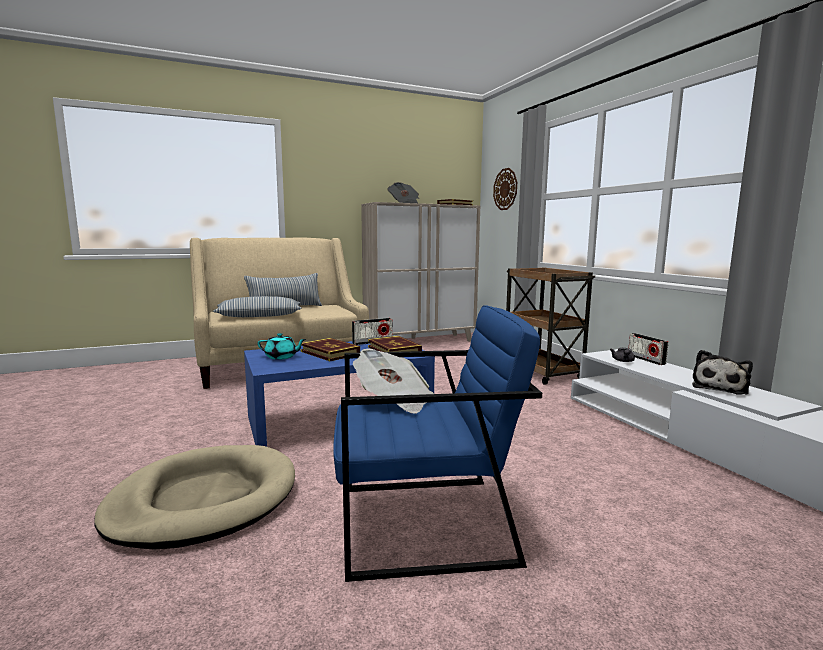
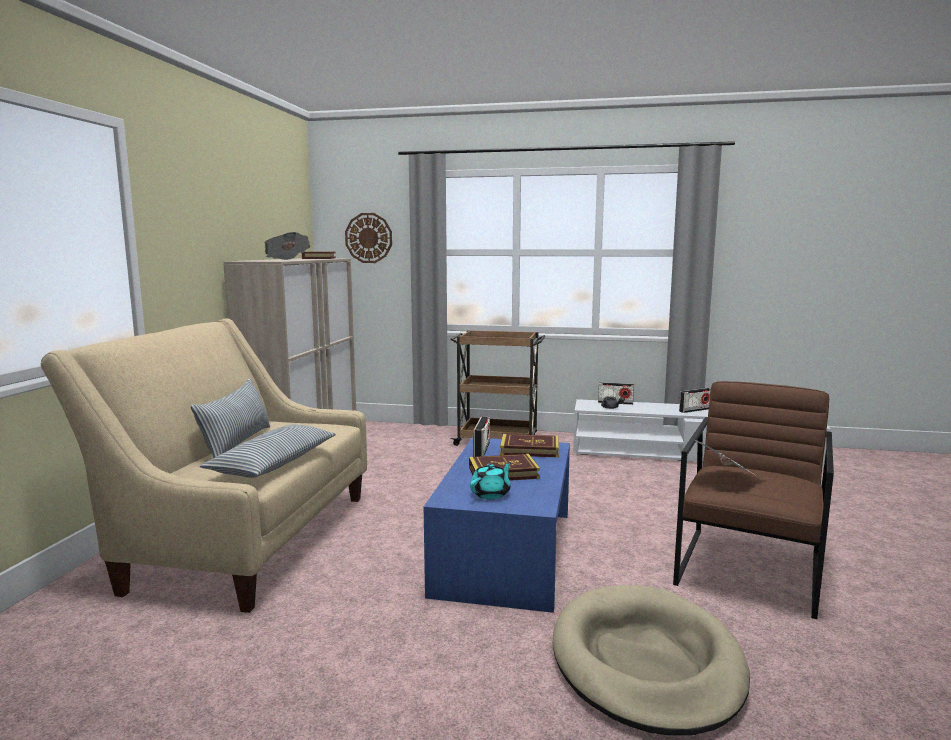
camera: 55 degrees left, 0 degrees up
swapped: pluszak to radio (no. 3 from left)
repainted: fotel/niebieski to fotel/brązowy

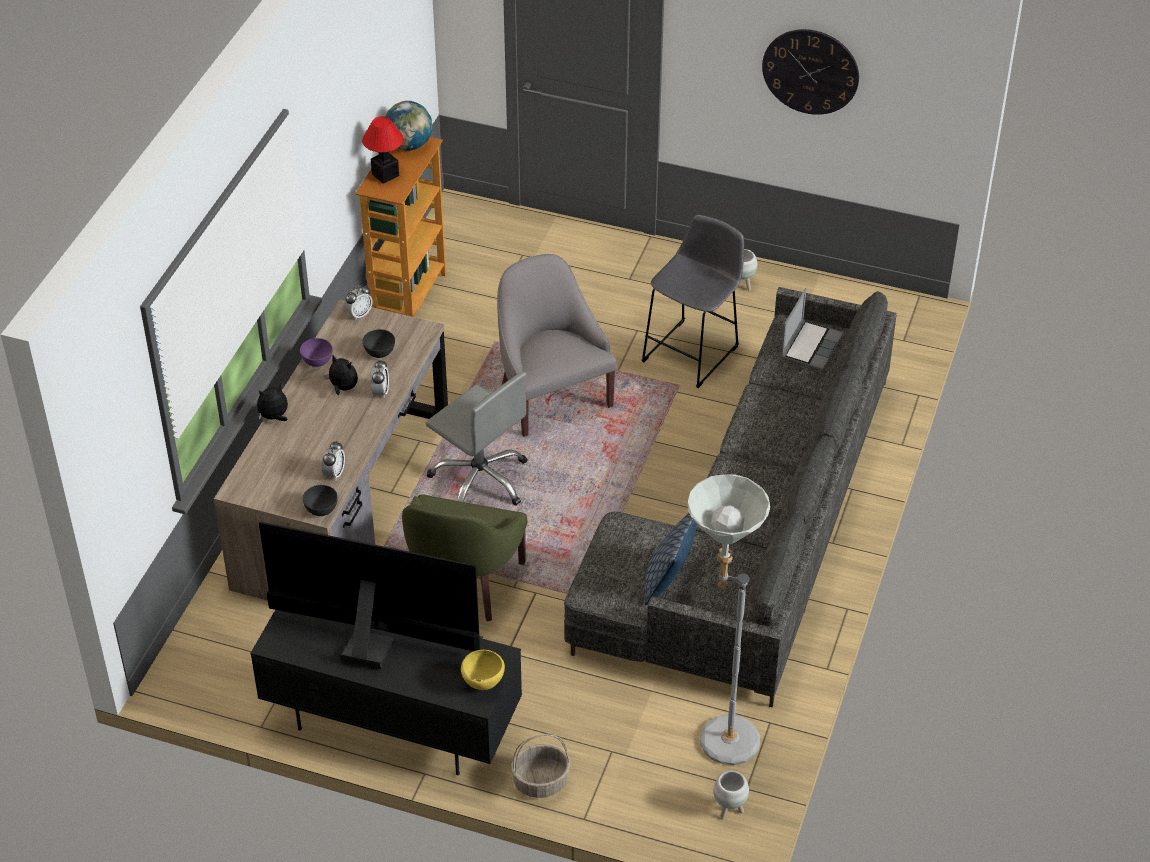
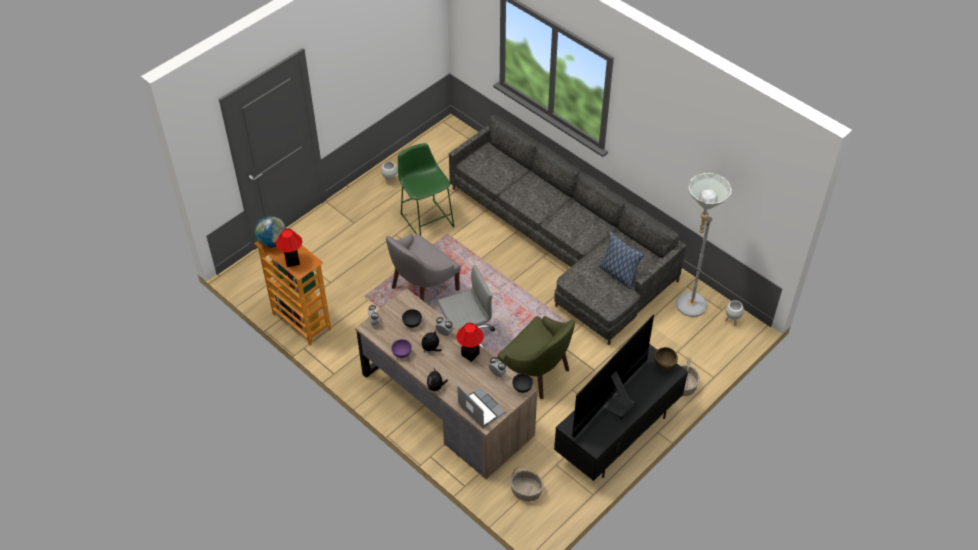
camera: 65 degrees left, 5 degrees up
gone: zegar ścienny
new: lampa stołowa (no. 2 from left); koszyk (no. 1 from left)
shifted: laptop
repainted: stołek/szary to stołek/zielony; miska/żółty to miska/brązowy
rotated: fotel/szary 45 degrees counterclockwise

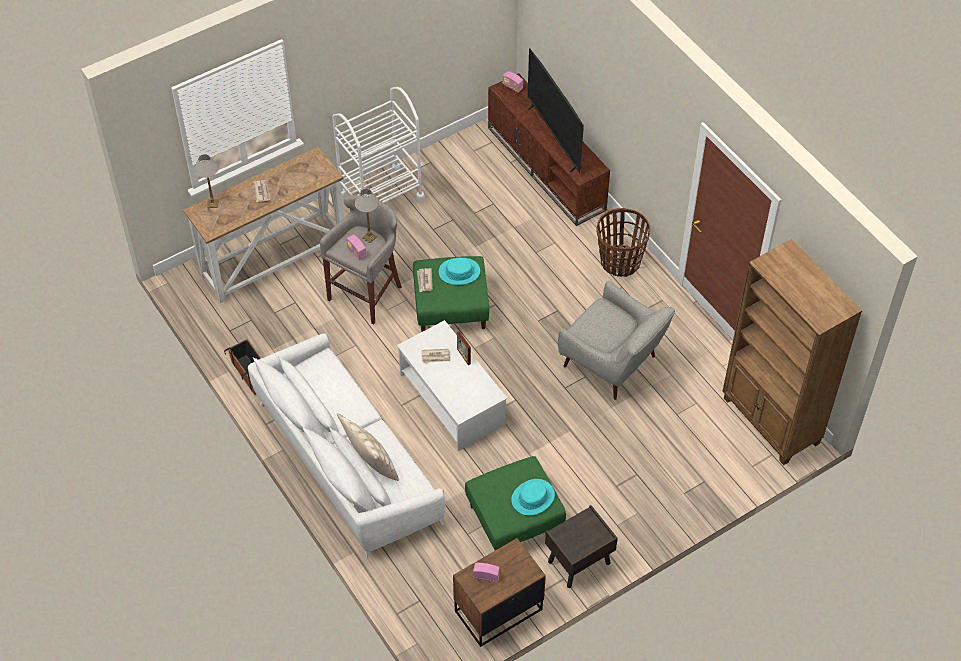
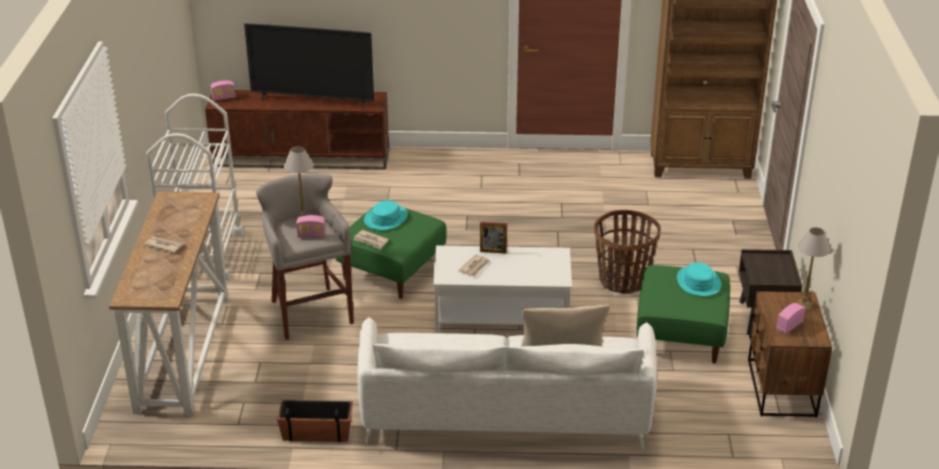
camera: 55 degrees left, 20 degrees down
gone: fotel/szary
shifted: lampa stołowa (no. 1 from left in the first image) to lampa stołowa (no. 2 from left); koszyk

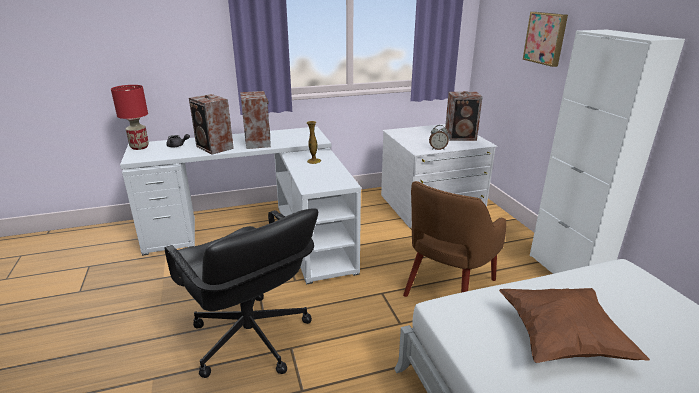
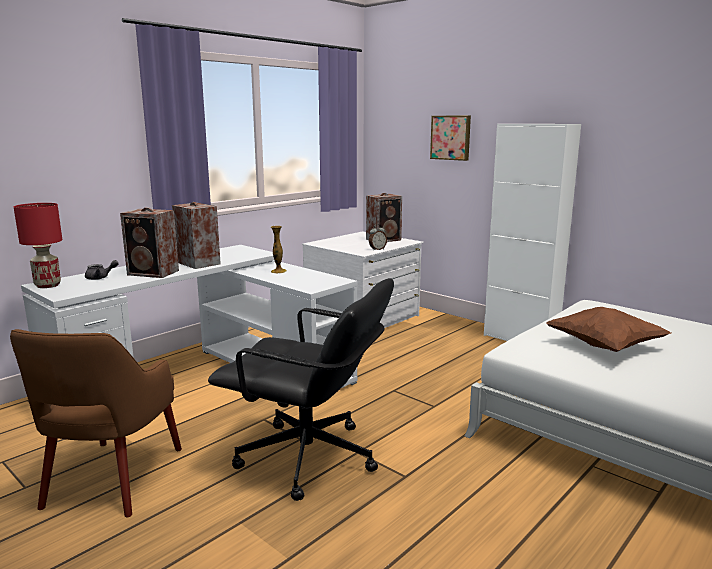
camera: 30 degrees left, 10 degrees down
shifted: fotel/brązowy

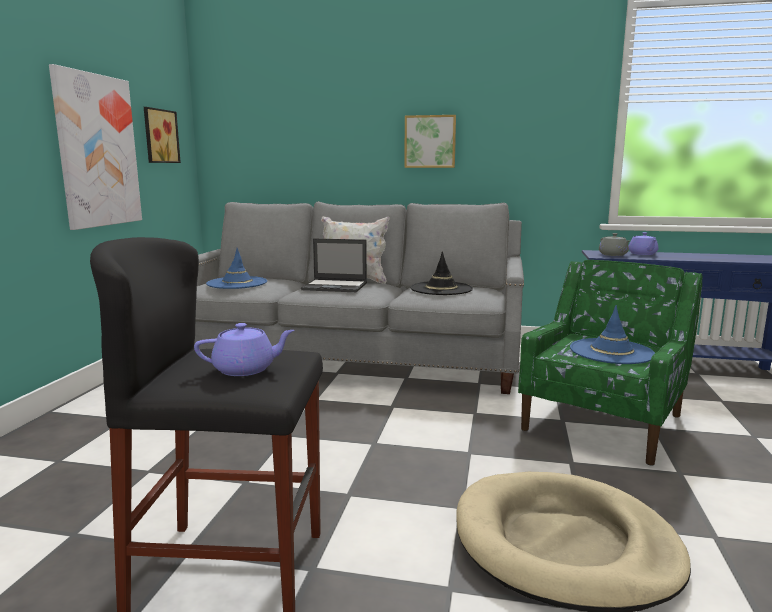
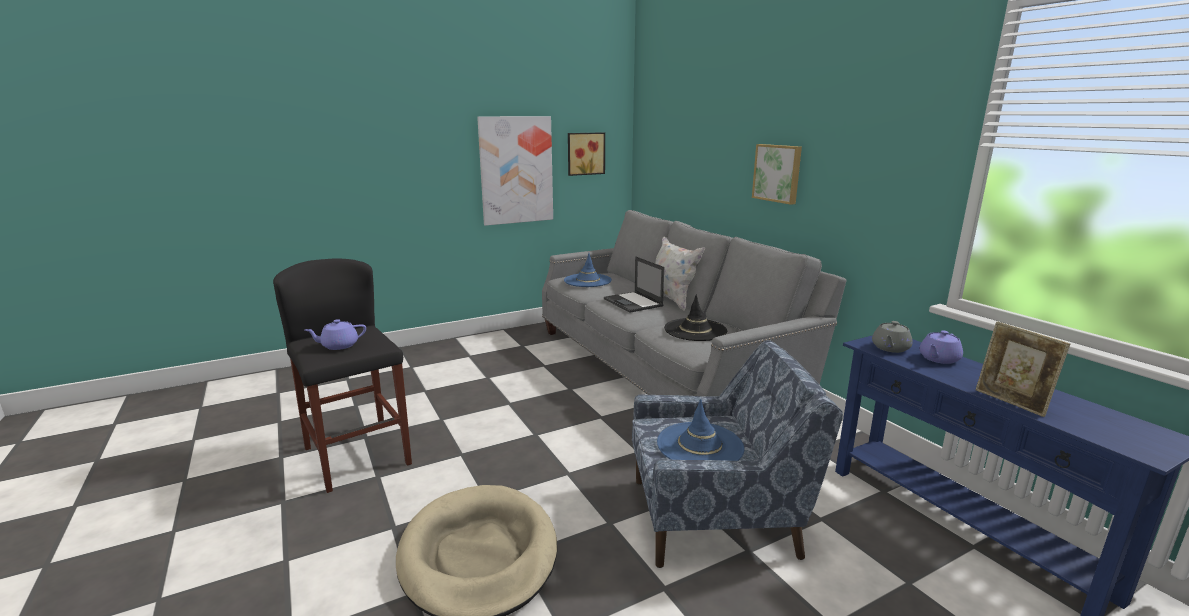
camera: 50 degrees right, 5 degrees up
new: ramka na zdjęcie
repainted: fotel/zielony to fotel/niebieski
rotated: imbryk/fioletowy (no. 1 from left) 120 degrees clockwise

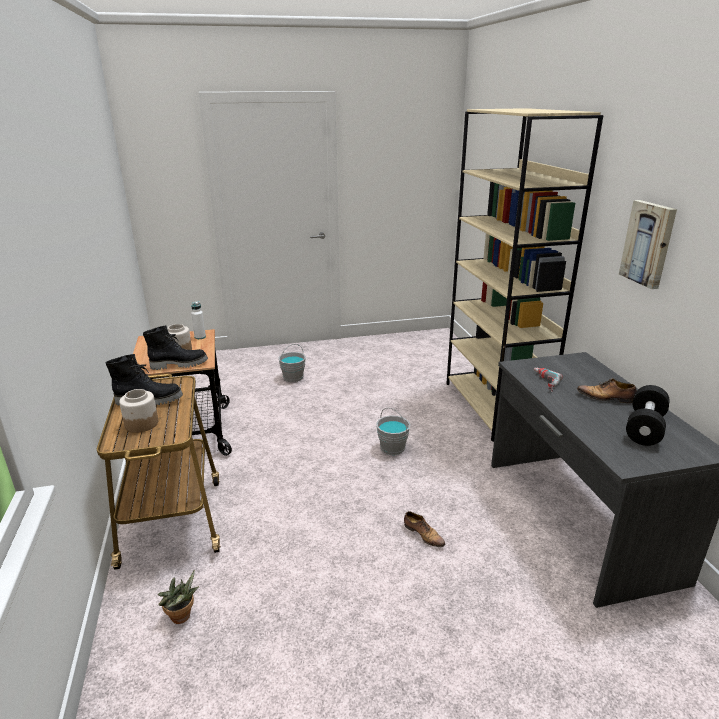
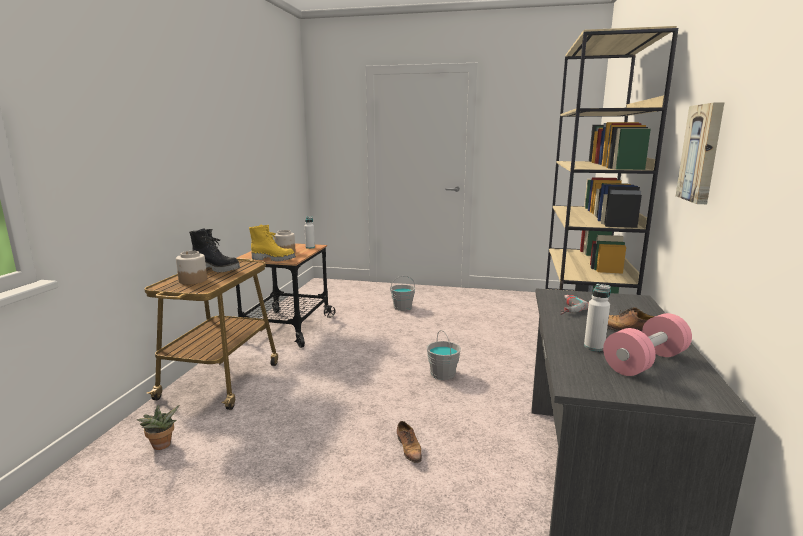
camera: 25 degrees right, 10 degrees down
new: butelka/biały (no. 2 from left)
repainted: but z cholewką/czarny (no. 2 from left) to but z cholewką/żółty; hantel/czarny to hantel/różowy

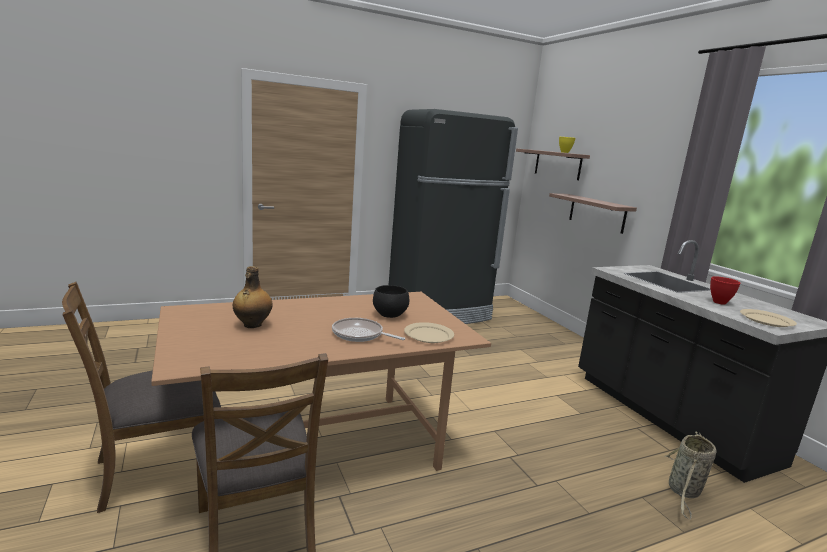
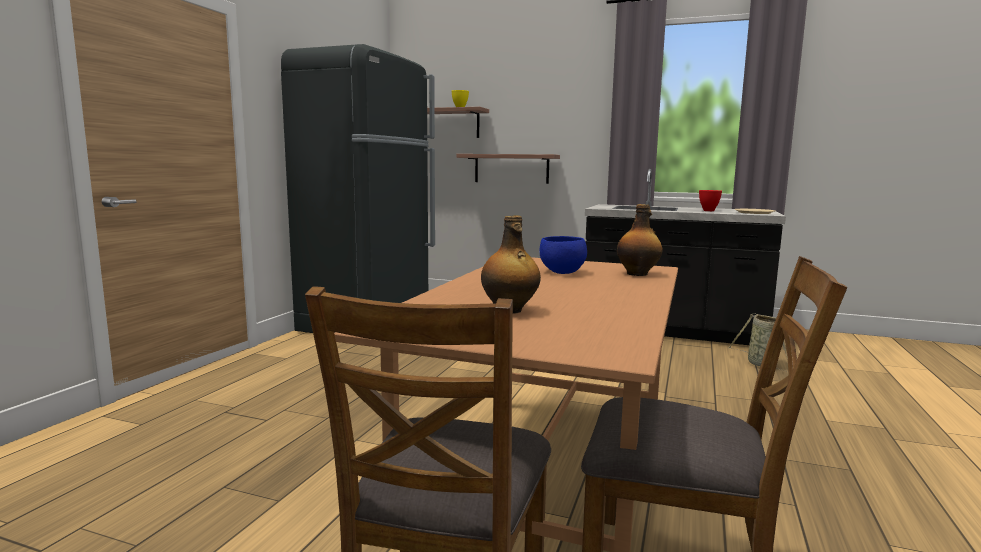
camera: 45 degrees left, 5 degrees down
gone: patelnia
swapped: talerz/beżowy (no. 1 from left) to butelka (no. 2 from left)
repainted: miska/czarny to miska/niebieski

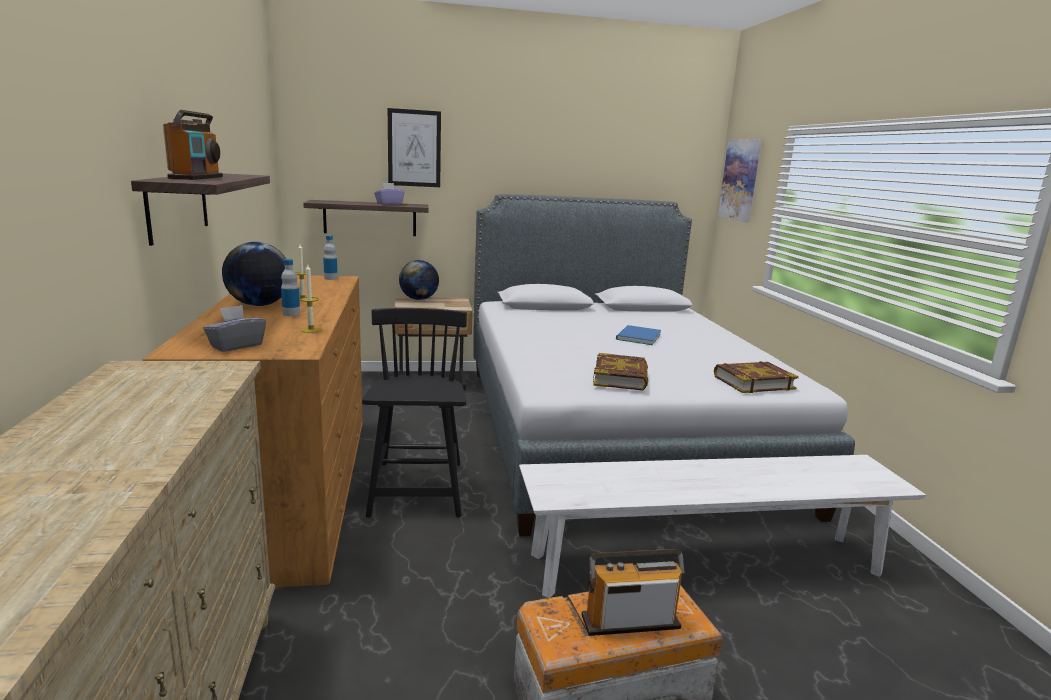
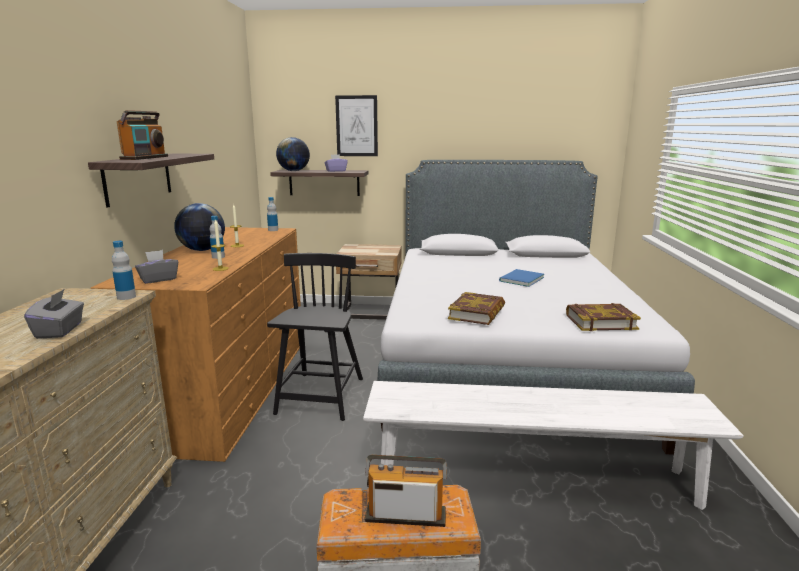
camera: 15 degrees right, 0 degrees up
gone: obraz (no. 2 from left)
new: butelka (no. 1 from left); pudełko chusteczek/szary (no. 1 from left)
shifted: globus (no. 2 from left)

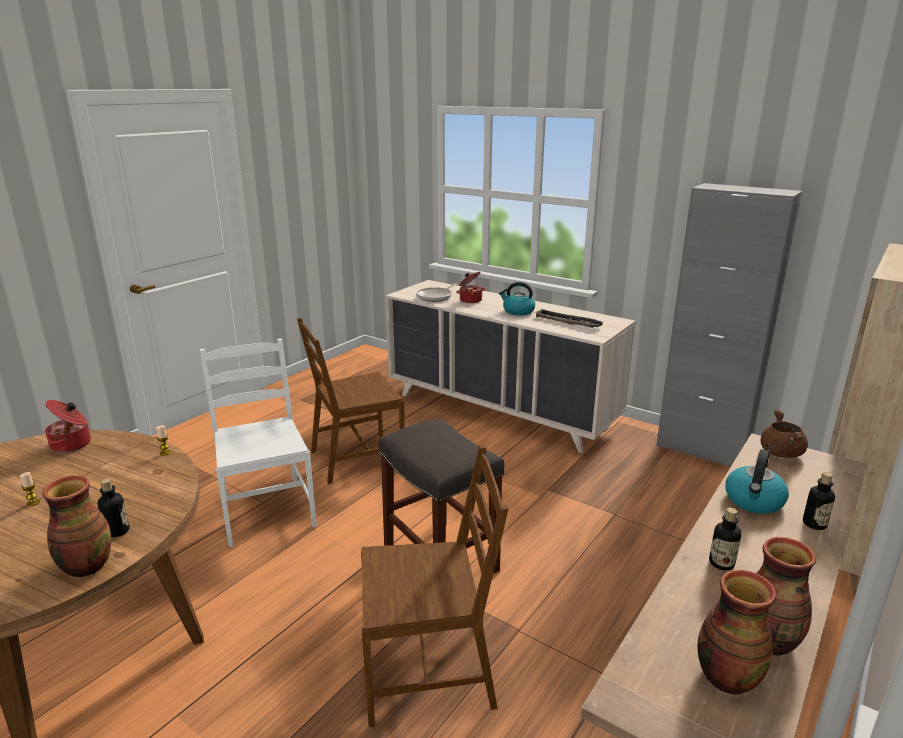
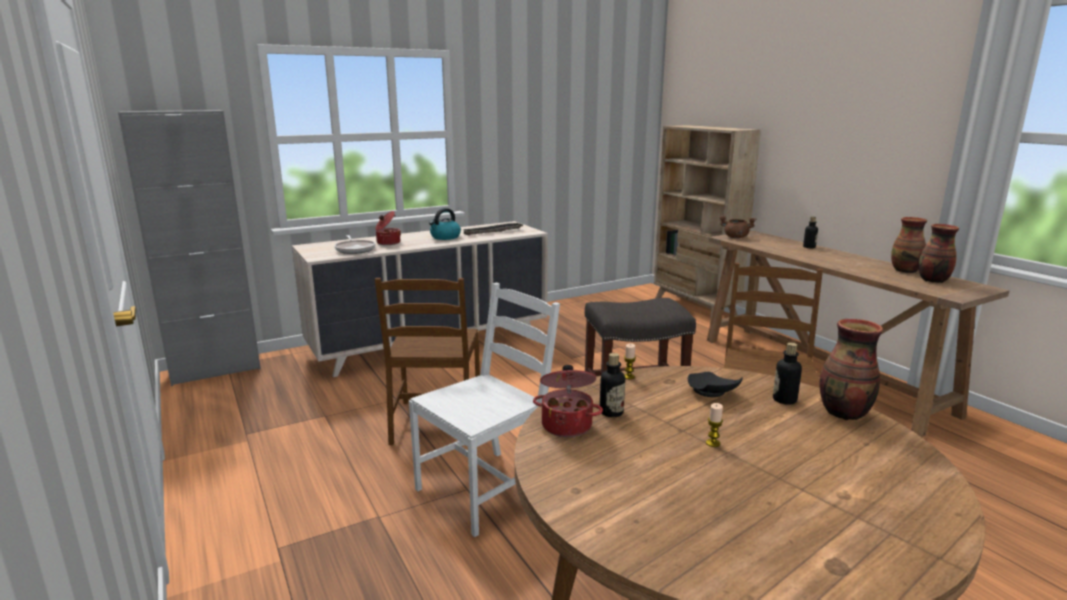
camera: 65 degrees left, 5 degrees down
gone: czajnik (no. 2 from left)
new: talerz/czarny
shifted: szafka/szary; butelka (no. 2 from left in the first image) to butelka (no. 1 from left)
rotated: krzesło/biały 135 degrees clockwise

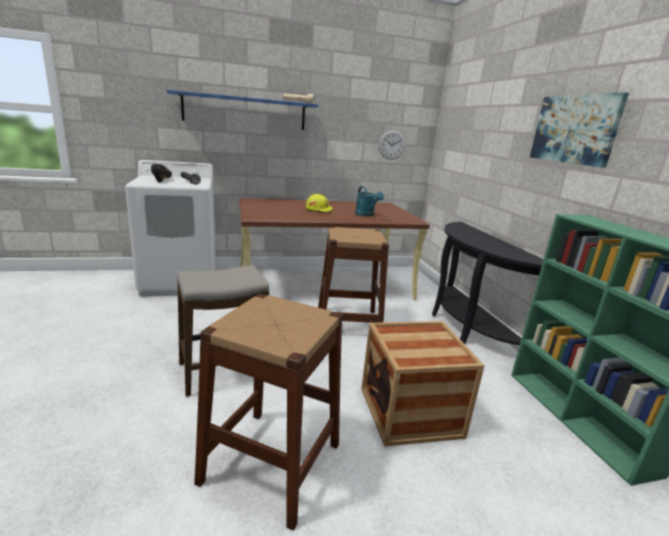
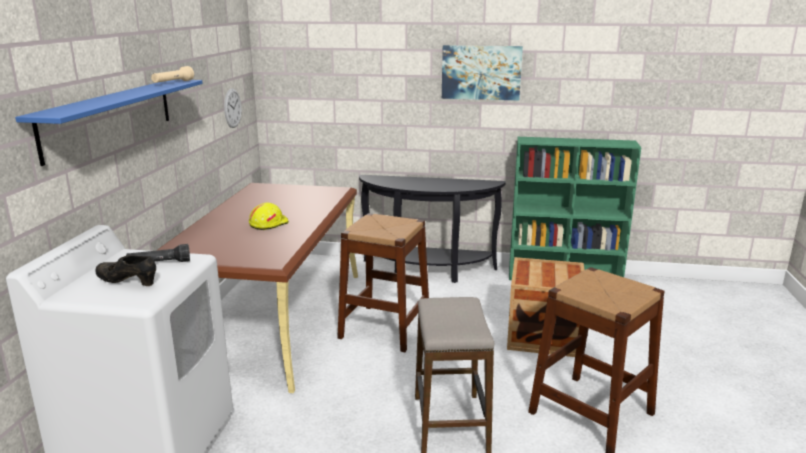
camera: 65 degrees left, 0 degrees up
gone: konewka/turkusowy

